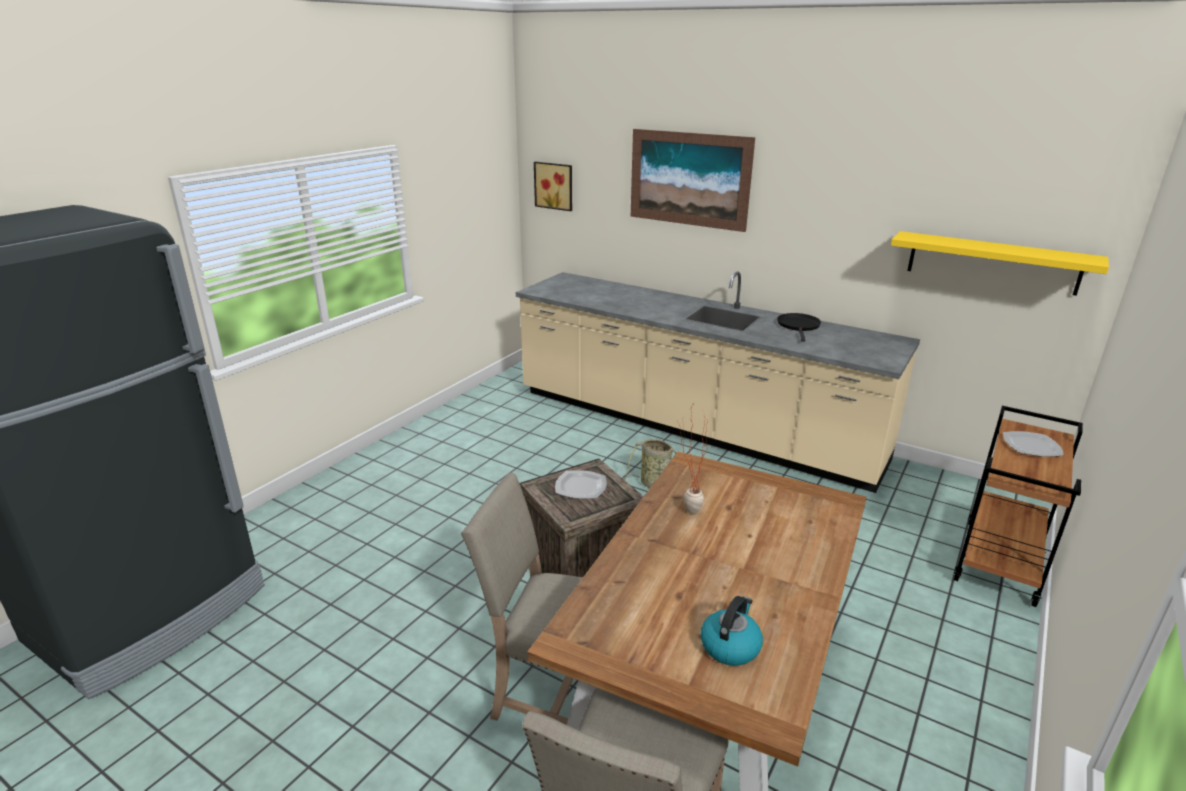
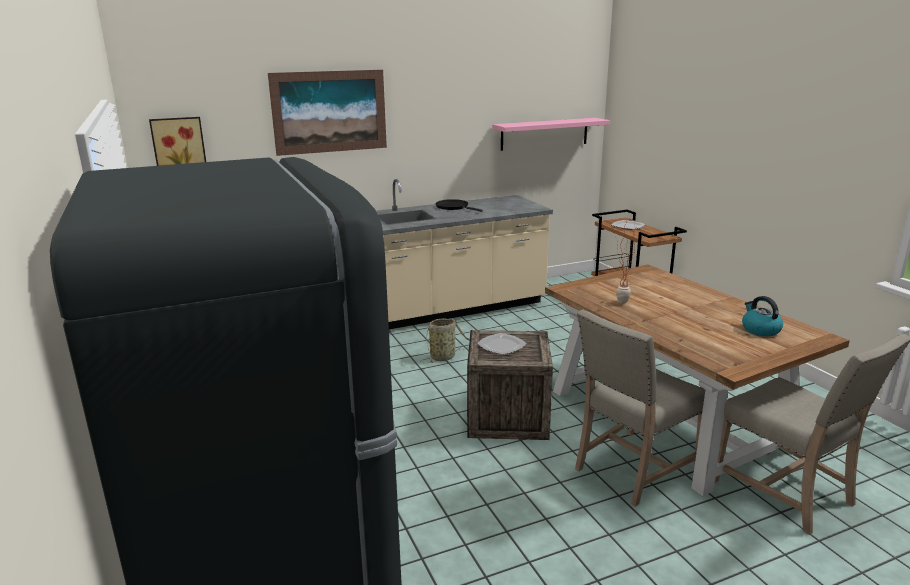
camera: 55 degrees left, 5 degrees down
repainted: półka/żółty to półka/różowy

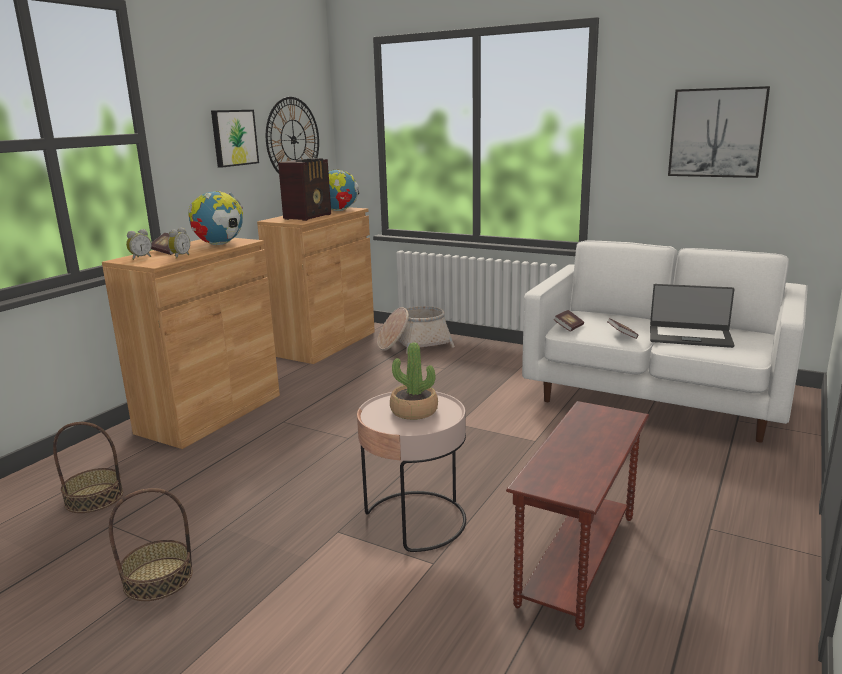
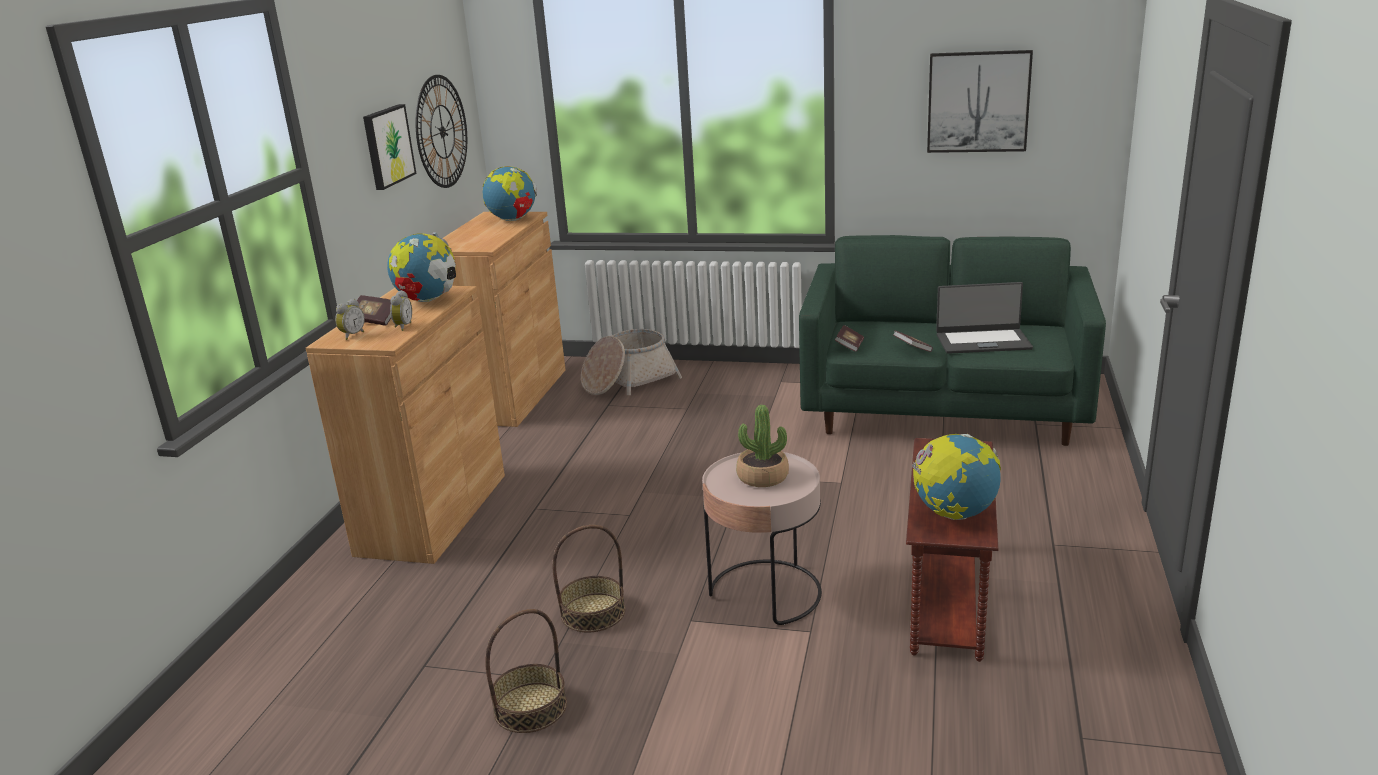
camera: 15 degrees left, 5 degrees up
gone: radio
new: globus (no. 3 from left)
shifted: koszyk (no. 1 from left in the first image) to koszyk (no. 2 from left)
repainted: kanapa/biały to kanapa/zielony

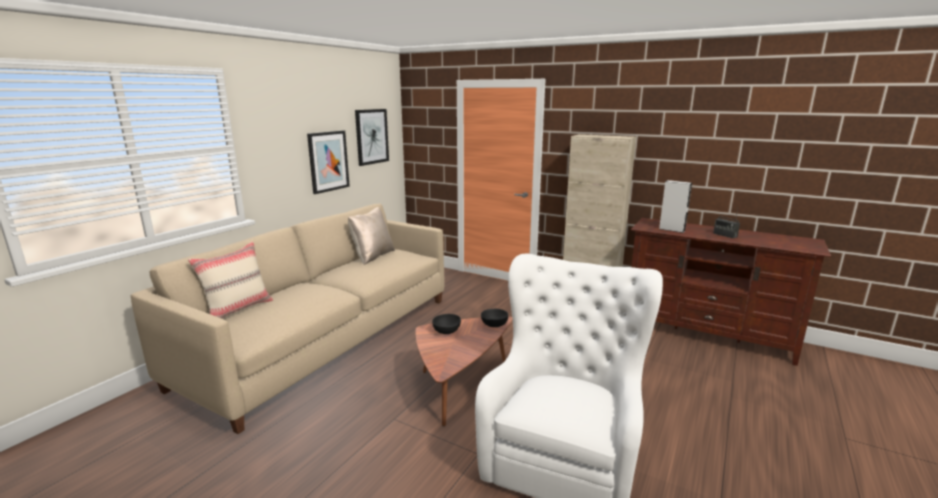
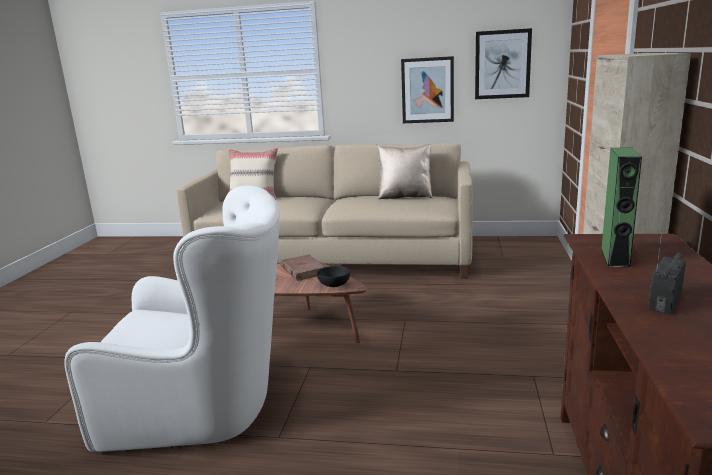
camera: 70 degrees right, 0 degrees up
swapped: miska/czarny (no. 1 from left) to książka/brązowy
repainted: głośnik/szary to głośnik/zielony

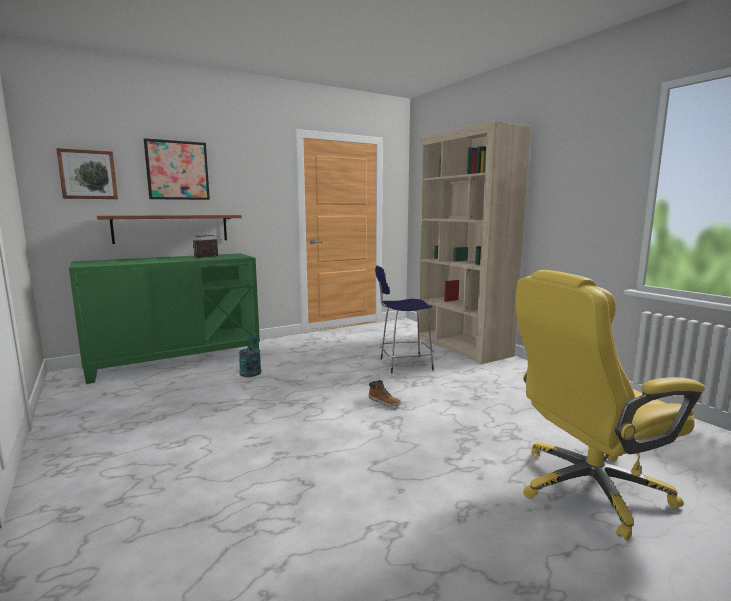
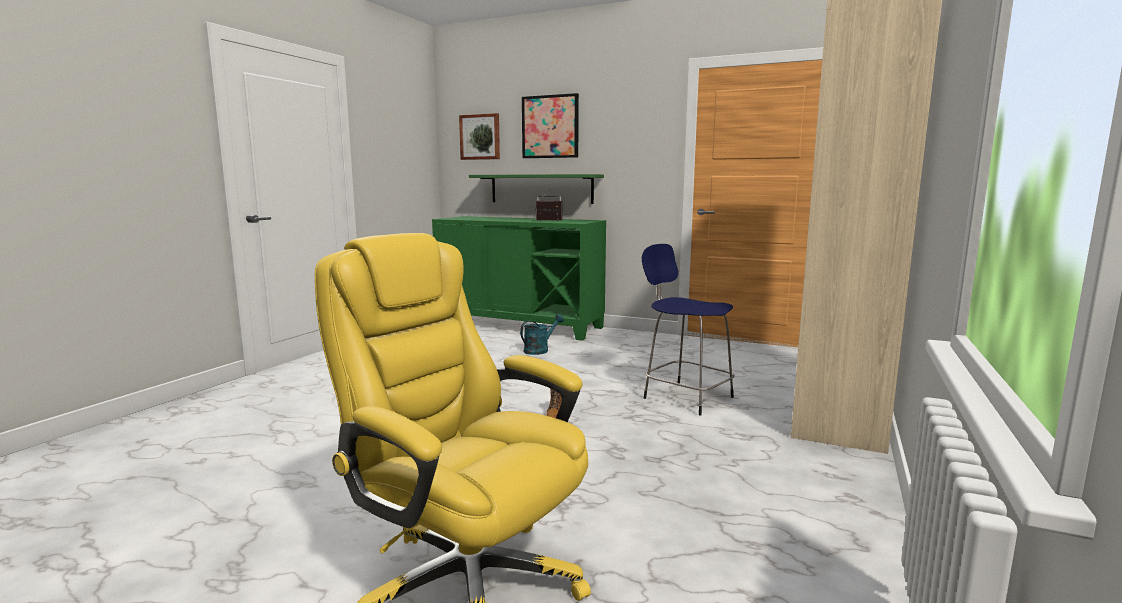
camera: 55 degrees right, 0 degrees up
repainted: półka/brązowy to półka/zielony

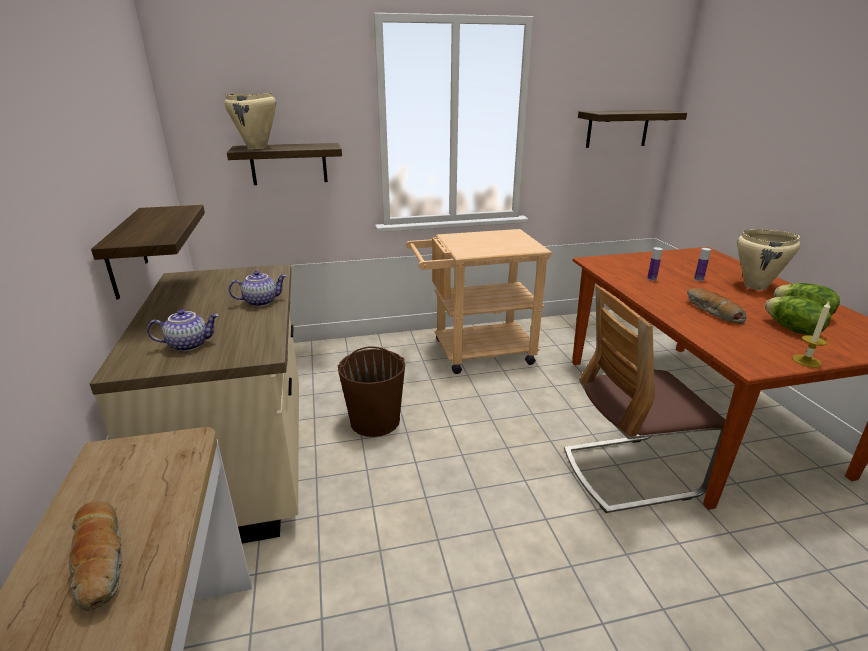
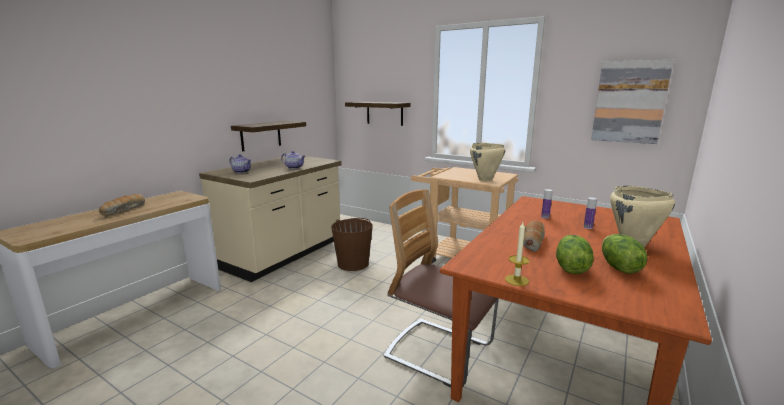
camera: 45 degrees right, 10 degrees down
shifted: garnek/beżowy (no. 1 from left)
swapped: półka (no. 3 from left) to obraz

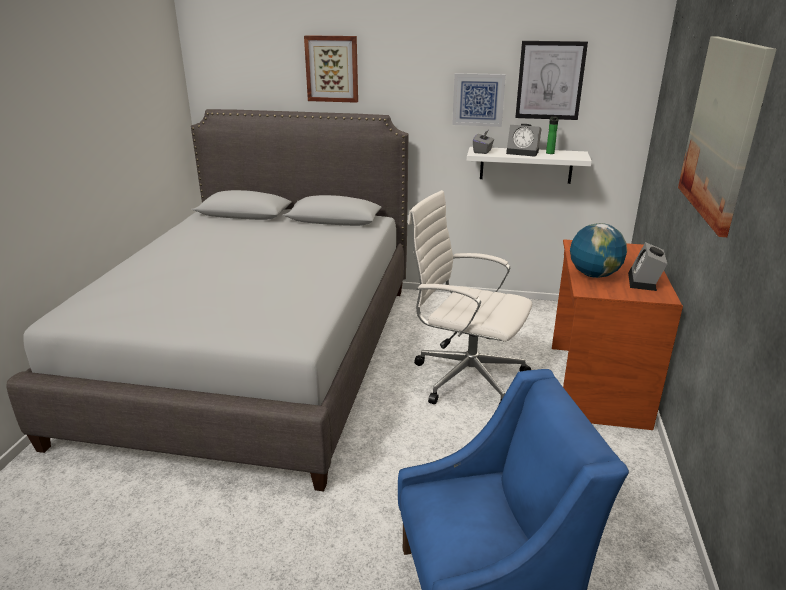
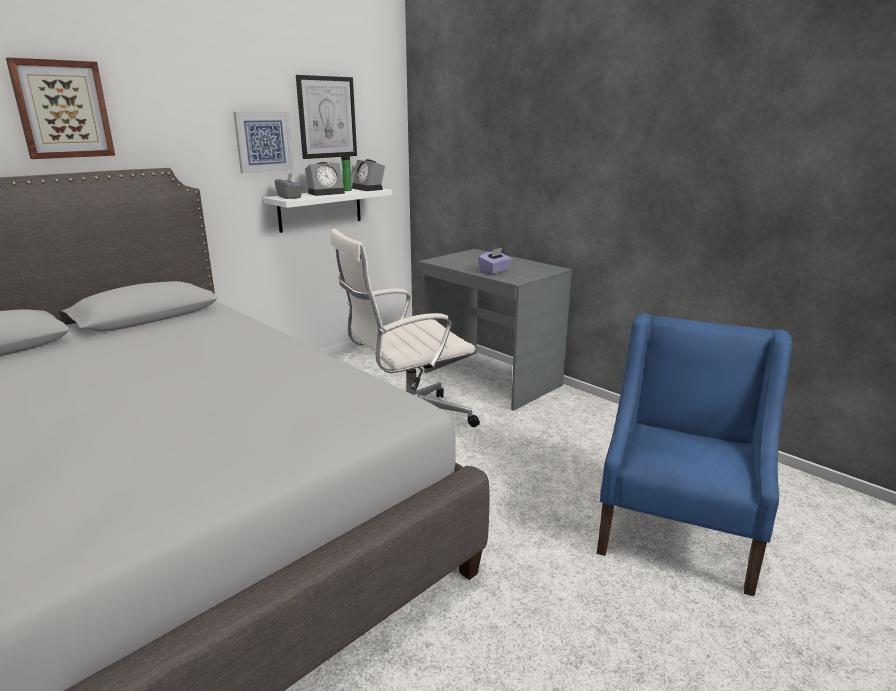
camera: 55 degrees left, 5 degrees down
gone: obraz (no. 4 from left)
shifted: budzik (no. 2 from left)
swapped: globus to pudełko chusteczek/fioletowy
repainted: biurko/brązowy to biurko/szary

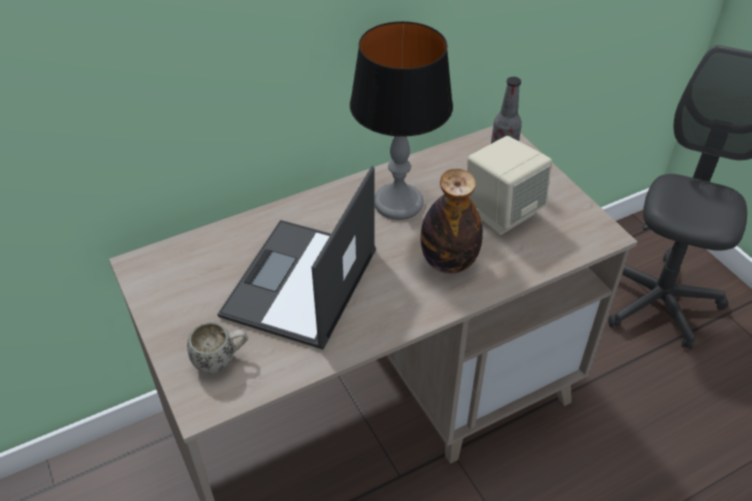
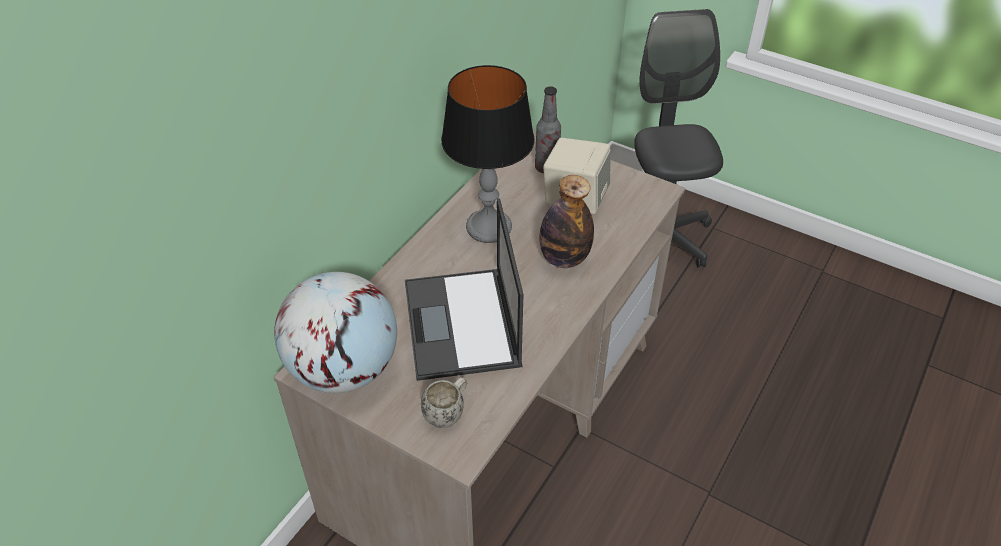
camera: 30 degrees left, 0 degrees up
new: globus

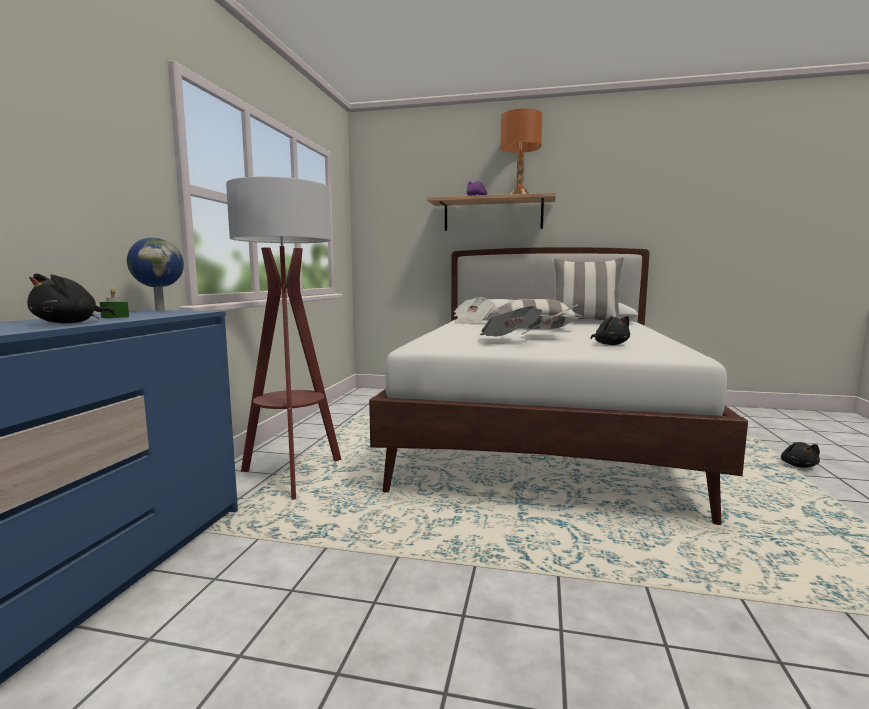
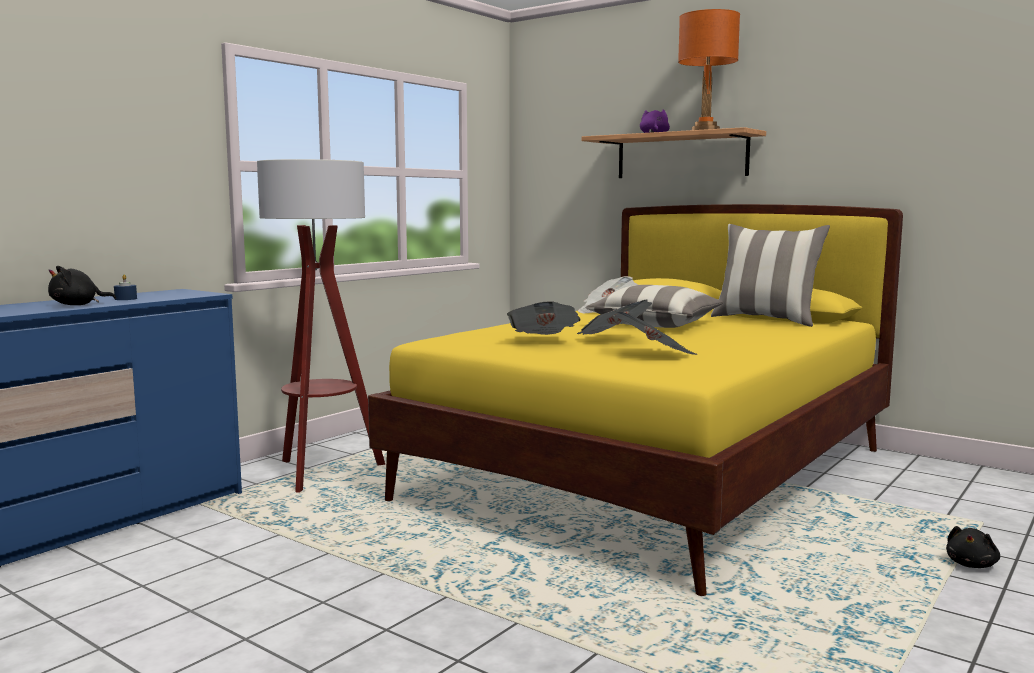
camera: 25 degrees right, 0 degrees up
gone: globus
swapped: pluszak/czarny (no. 2 from left) to gazeta (no. 4 from left)
repainted: łóżko/biały to łóżko/żółty; świeca/zielony to świeca/niebieski

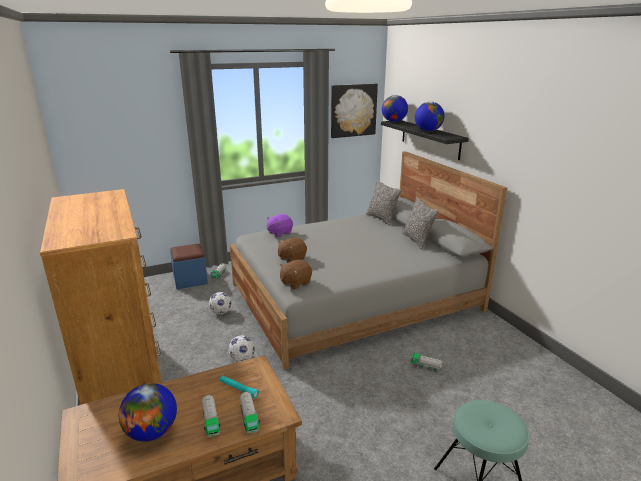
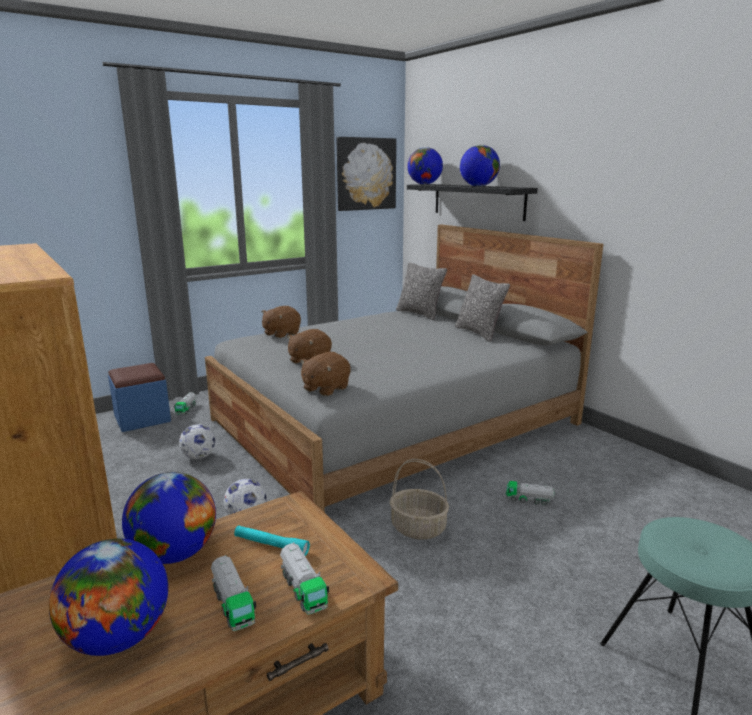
camera: 10 degrees left, 5 degrees down
new: koszyk; globus (no. 2 from left)
repainted: pluszak/fioletowy to pluszak/brązowy (no. 1 from left)

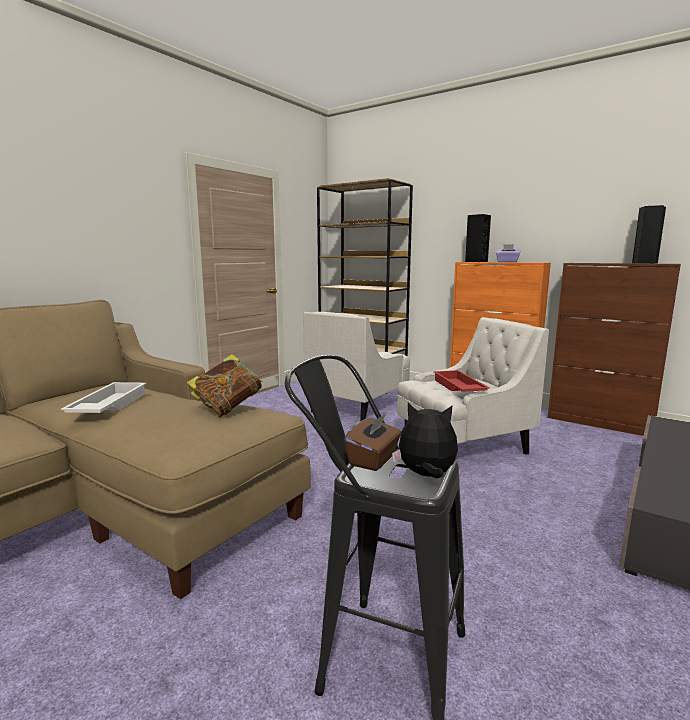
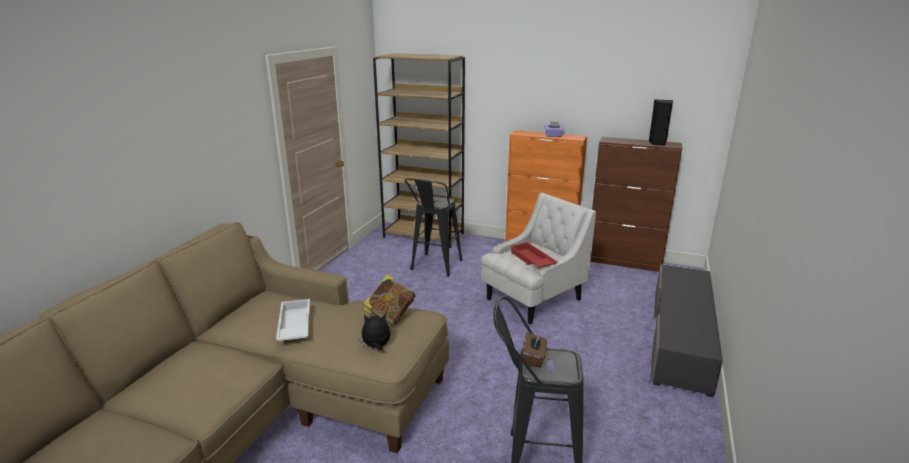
camera: 15 degrees left, 10 degrees up
gone: głośnik/czarny (no. 1 from left)
shifted: pluszak
swapped: fotel/biały (no. 1 from left) to stołek/czarny (no. 1 from left)

